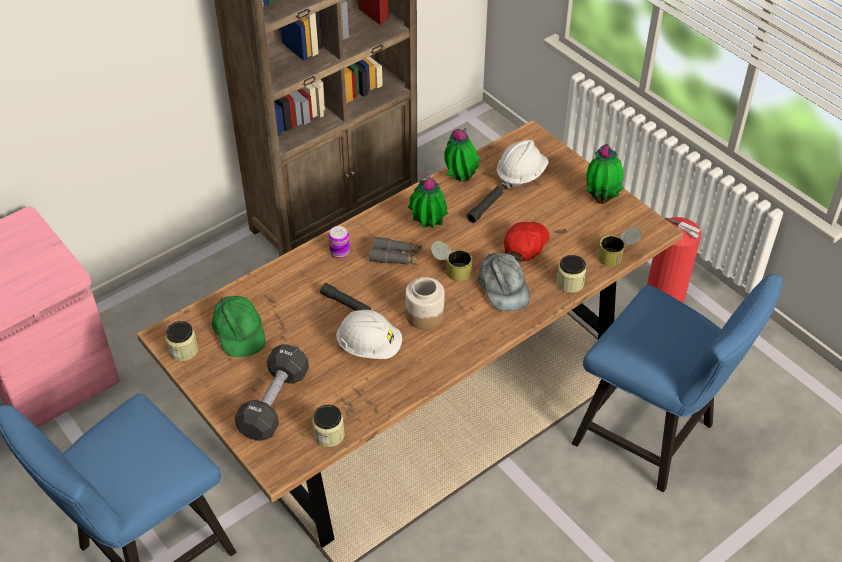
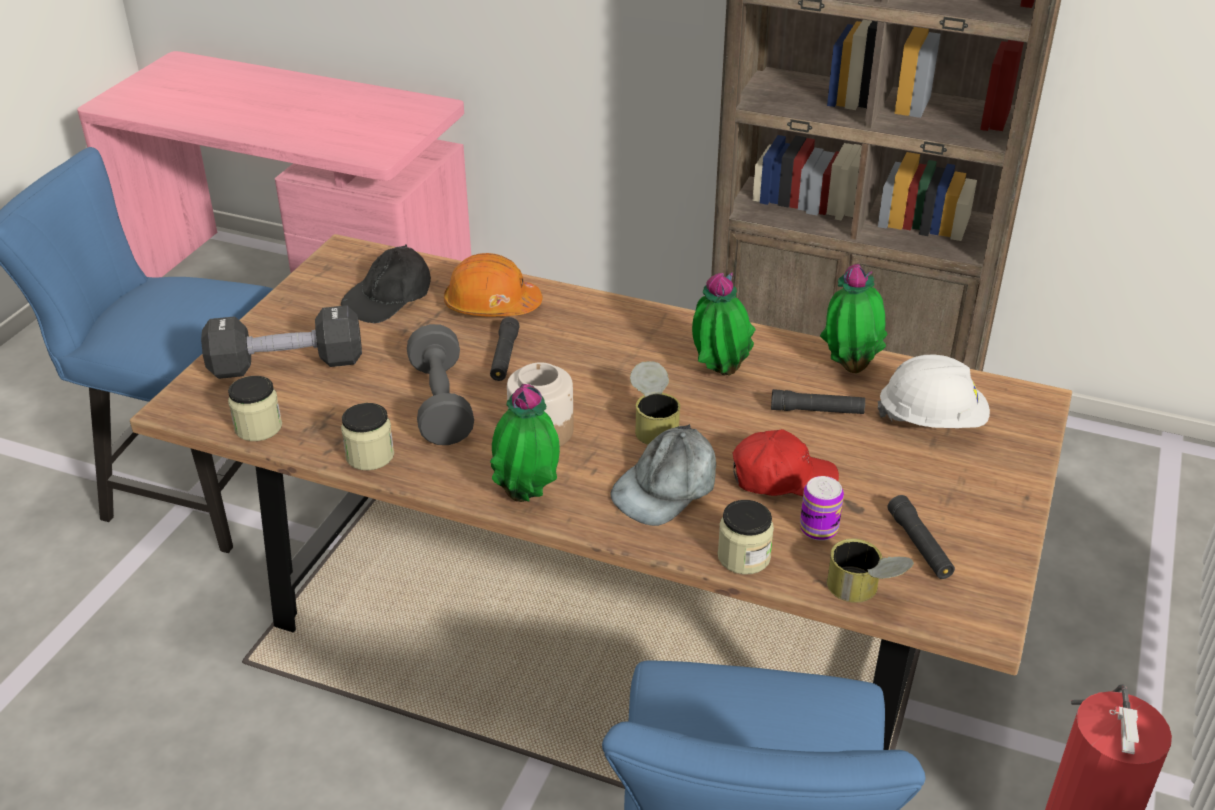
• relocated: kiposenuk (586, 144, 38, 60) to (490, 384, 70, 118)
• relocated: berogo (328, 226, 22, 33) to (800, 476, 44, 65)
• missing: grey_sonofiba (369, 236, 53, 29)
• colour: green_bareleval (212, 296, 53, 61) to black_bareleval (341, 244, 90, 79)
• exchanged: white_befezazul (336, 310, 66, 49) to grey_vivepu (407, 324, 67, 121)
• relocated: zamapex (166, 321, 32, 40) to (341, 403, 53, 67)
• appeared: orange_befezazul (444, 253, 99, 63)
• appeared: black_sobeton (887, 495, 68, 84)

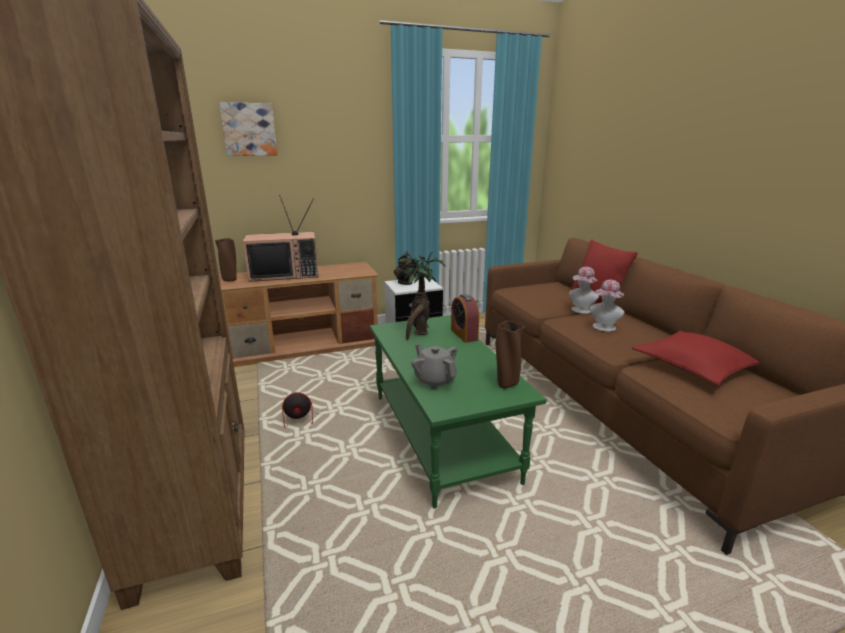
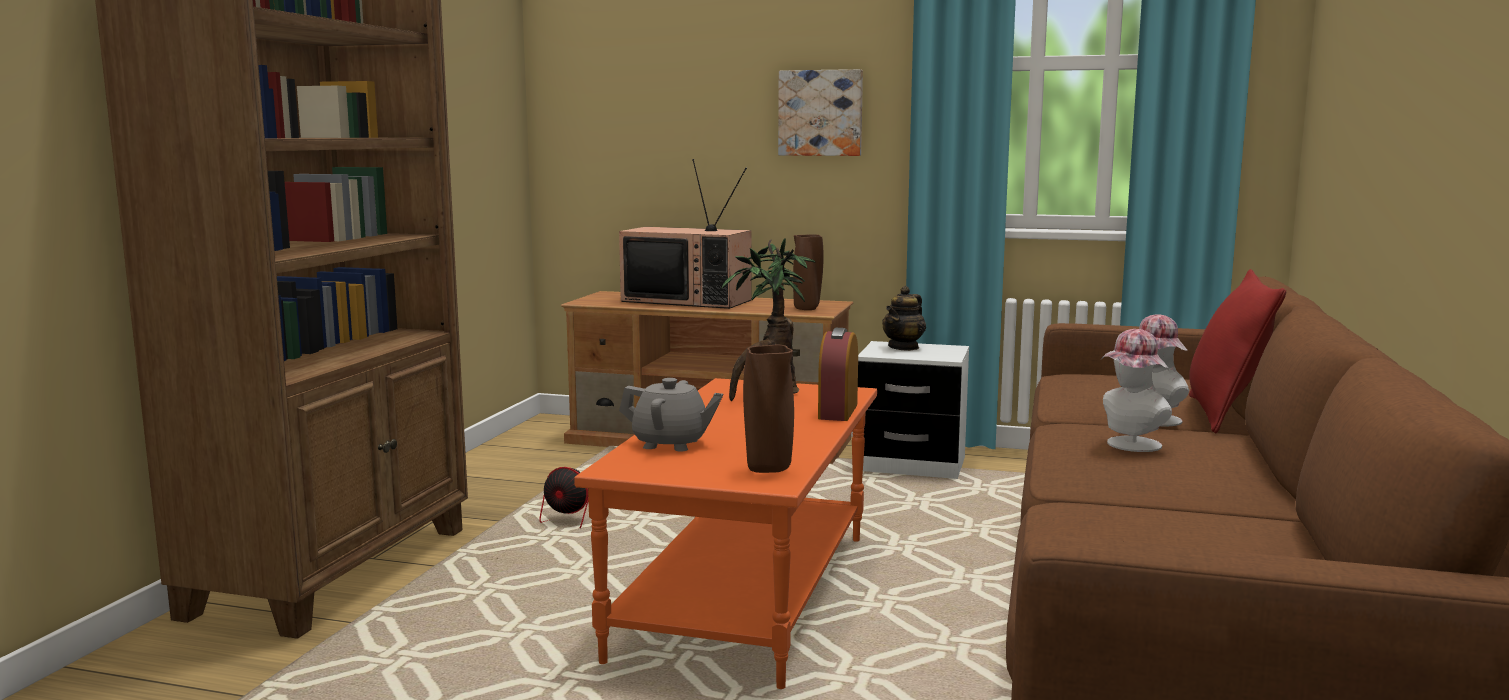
• relocated: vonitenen (219, 102, 59, 54) to (778, 69, 85, 87)
• relocated: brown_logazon (215, 238, 22, 43) to (793, 234, 31, 76)
• colour: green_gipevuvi (370, 315, 177, 194) to orange_gipevuvi (574, 378, 303, 311)
• missing: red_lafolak (632, 331, 127, 54)
• spun: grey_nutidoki (412, 344, 45, 45) = (619, 378, 104, 74) 105 degrees clockwise

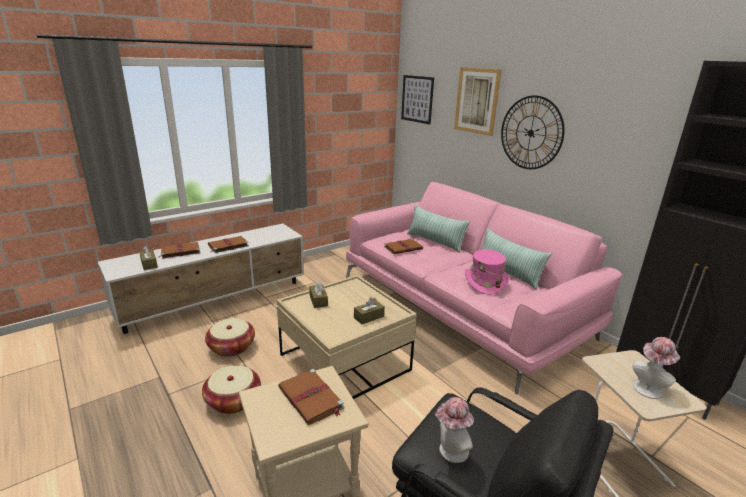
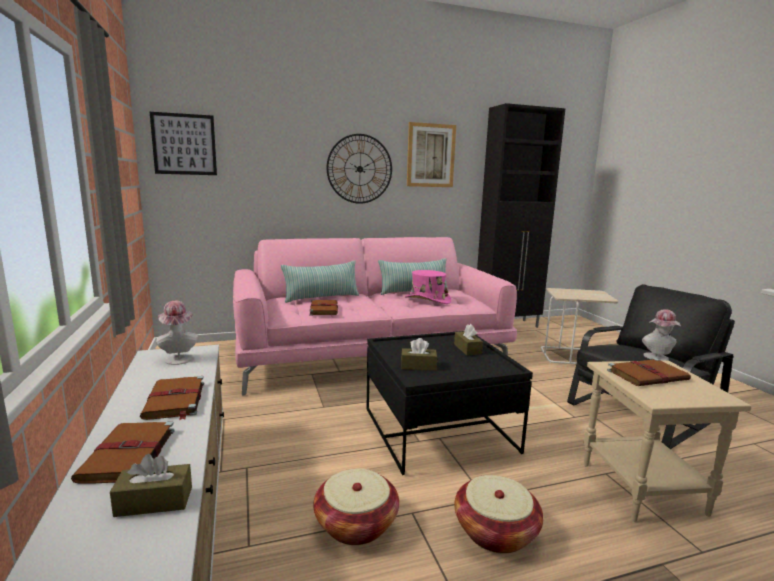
• relocated: vonitenen (454, 67, 48, 69) to (407, 122, 49, 65)
• colour: beige_gipevuvi (276, 275, 141, 124) to black_gipevuvi (366, 331, 167, 144)
• relocated: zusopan (633, 337, 47, 62) to (156, 300, 42, 65)

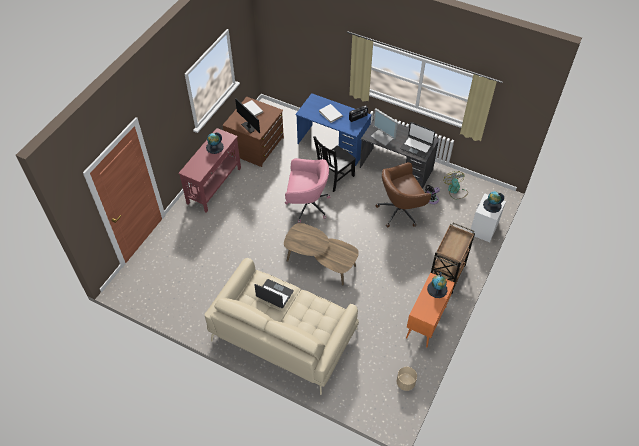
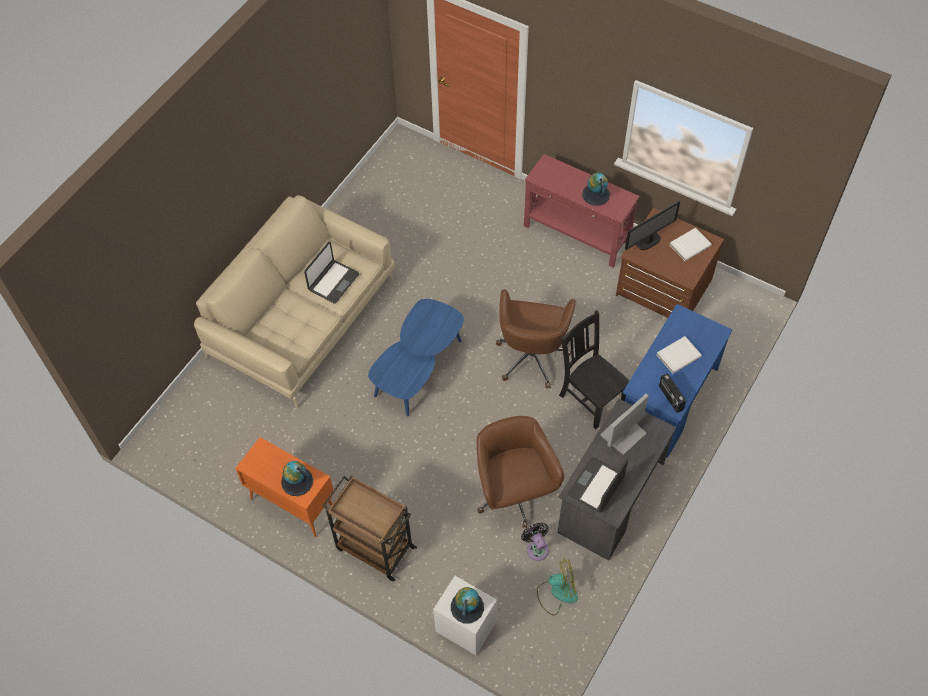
• colour: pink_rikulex (285, 158, 45, 65) to brown_rikulex (496, 289, 80, 100)
• colour: brown_gipevuvi (284, 223, 75, 62) to blue_gipevuvi (368, 299, 96, 117)
• missing: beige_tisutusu (397, 367, 20, 24)

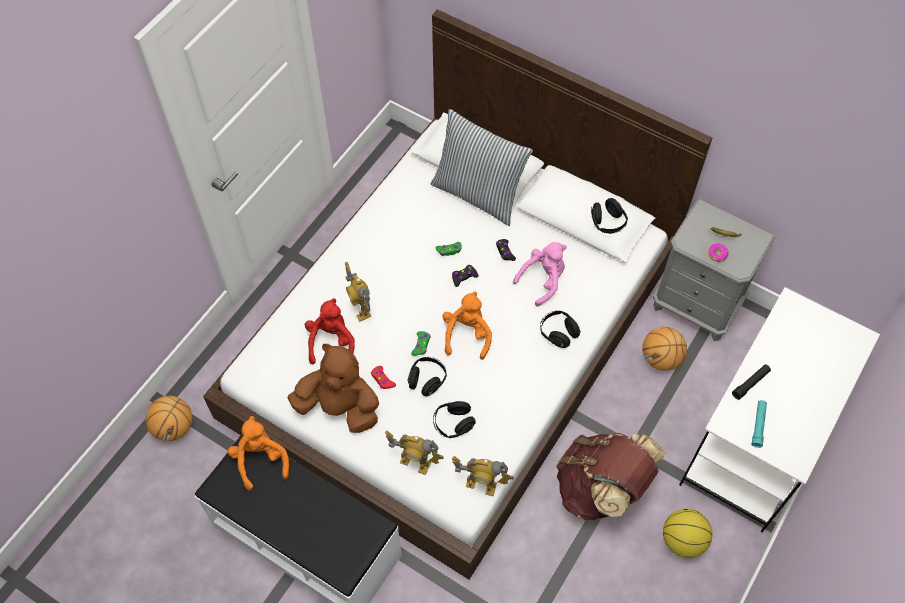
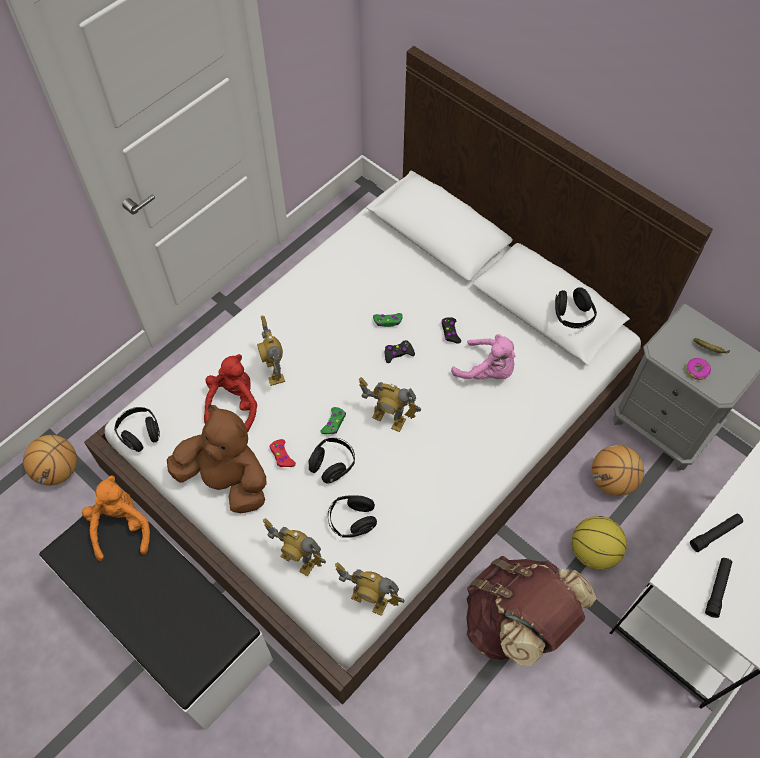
• missing: lafolak (431, 109, 102, 117)
• spun: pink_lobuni (513, 242, 54, 64) = (451, 334, 64, 45) 60 degrees clockwise
• exchanged: orange_lobuni (442, 291, 50, 69) to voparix (359, 377, 62, 55)
• relocated: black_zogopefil (540, 311, 41, 37) to (114, 407, 46, 45)
• colour: turquoise_sobeton (752, 400, 15, 48) to black_sobeton (705, 558, 27, 60)
• relocated: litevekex (663, 509, 49, 49) to (572, 516, 55, 54)

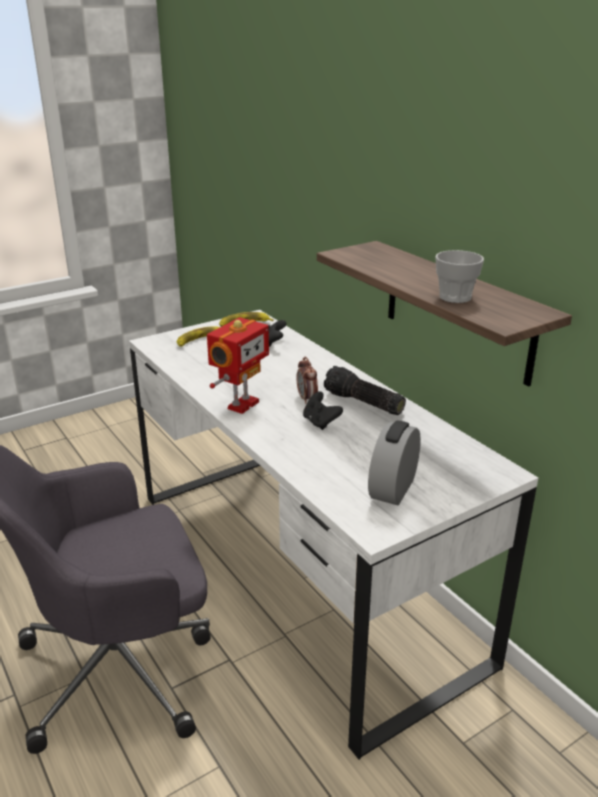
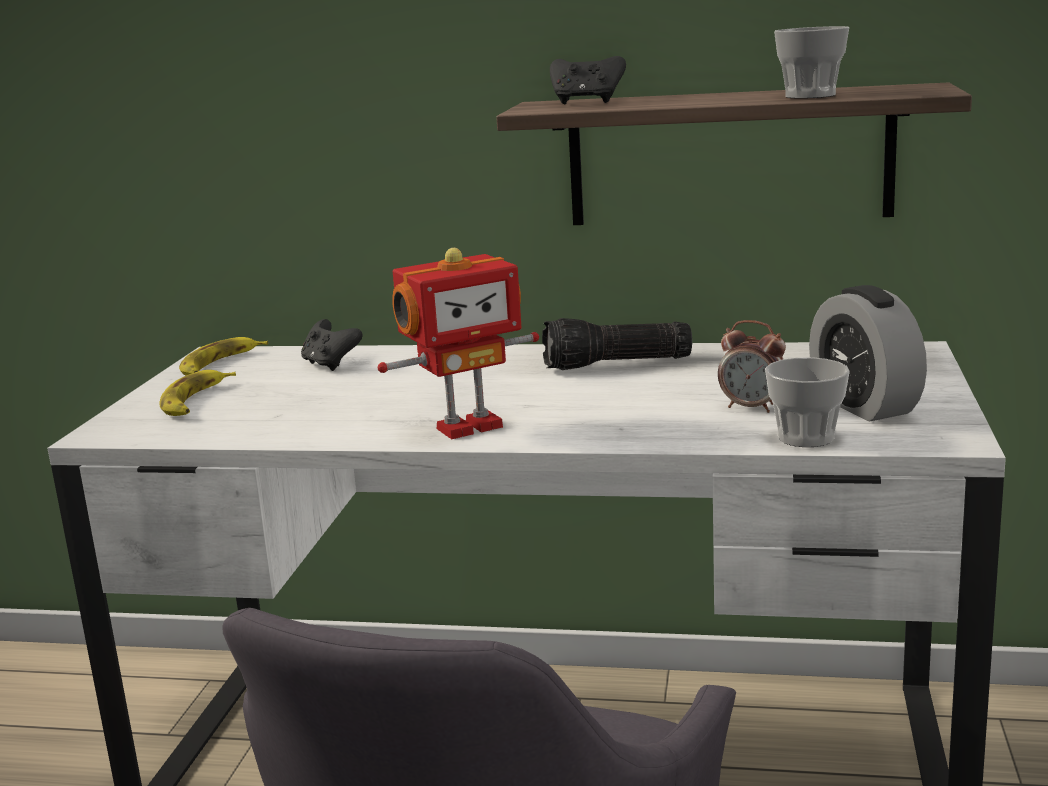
• spun: voparix (207, 317, 62, 97) = (377, 248, 162, 191) 75 degrees clockwise
• relocated: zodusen (296, 357, 22, 47) to (718, 320, 68, 93)
• relocated: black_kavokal (303, 392, 40, 38) to (550, 56, 76, 48)
• appeared: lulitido (765, 357, 85, 90)

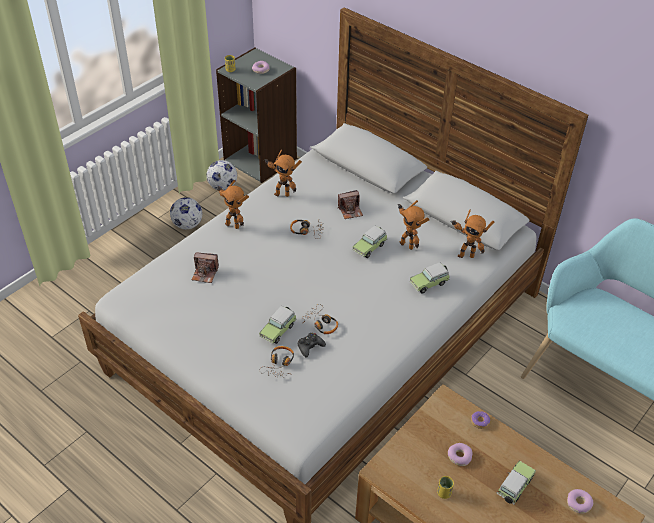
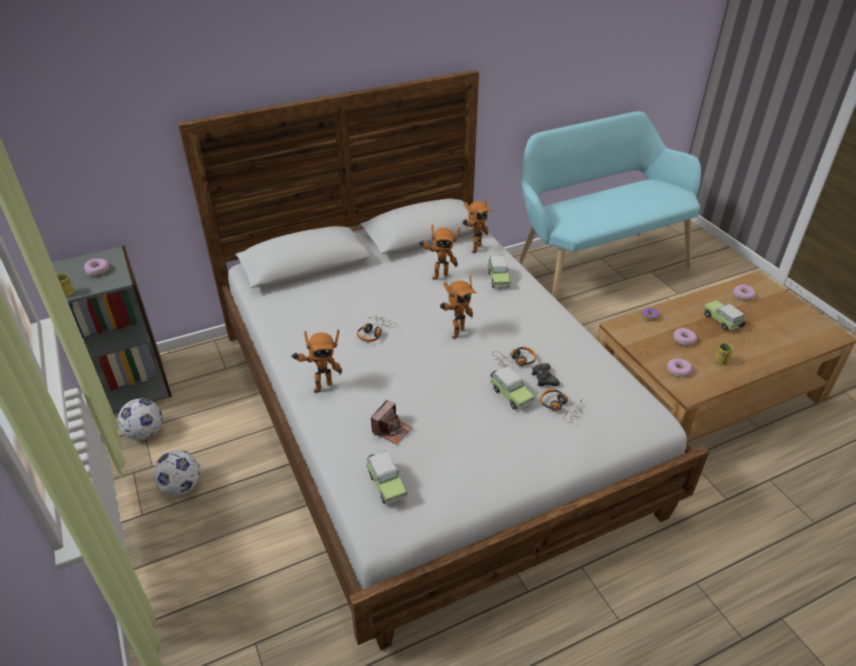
• relocated: voparix (264, 149, 38, 48) to (440, 275, 36, 64)
• missing: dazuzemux (338, 190, 25, 29)
• relocated: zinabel (353, 225, 34, 33) to (366, 451, 41, 54)
• appeared: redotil (667, 358, 25, 19)

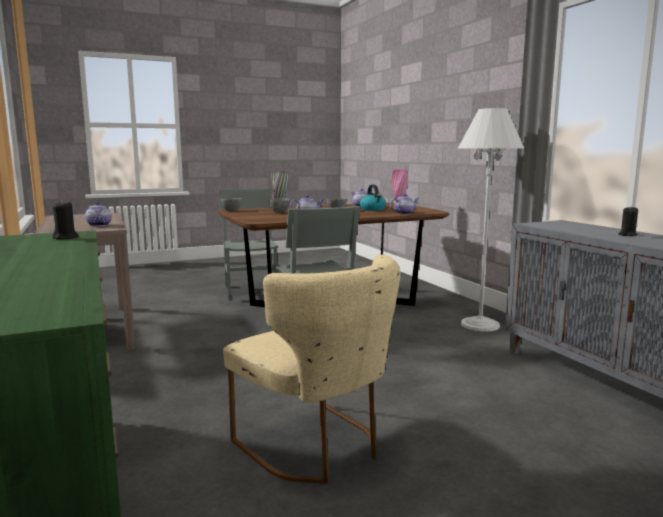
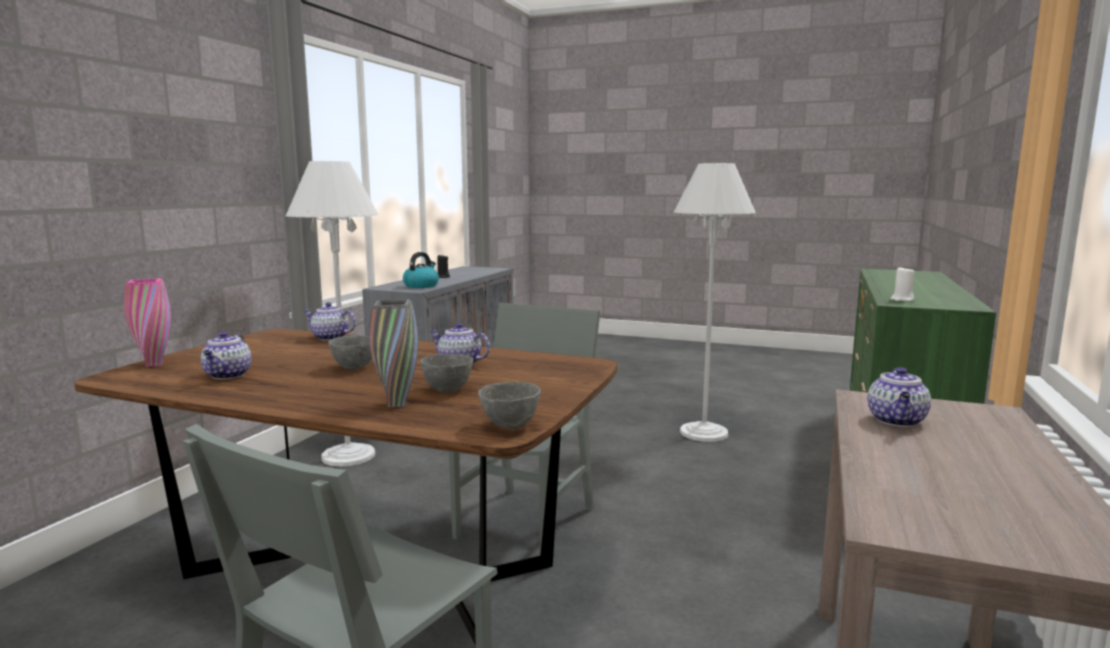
• relocated: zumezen (360, 184, 26, 27) to (403, 252, 36, 36)
• colour: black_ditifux (52, 200, 27, 39) to white_ditifux (891, 266, 24, 35)
• exchanged: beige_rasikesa (223, 254, 177, 230) to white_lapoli (674, 163, 82, 279)

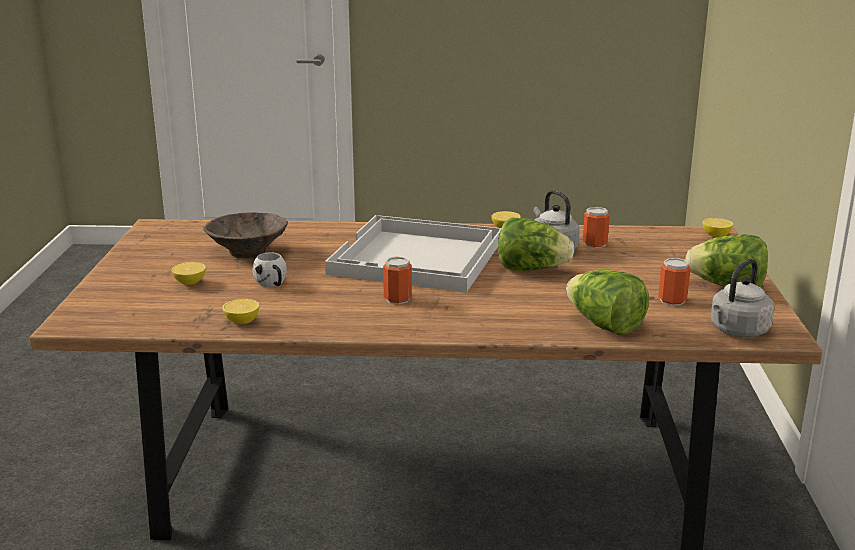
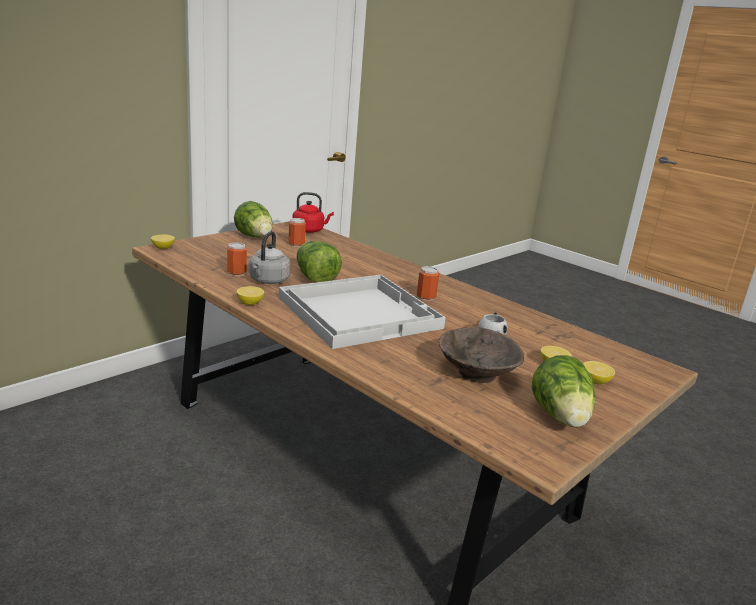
• colour: grey_zumezen (710, 259, 64, 78) to red_zumezen (292, 192, 42, 41)
• relocated: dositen (566, 270, 83, 66) to (532, 355, 63, 72)
• relocated: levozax (222, 299, 38, 25) to (583, 361, 32, 24)

